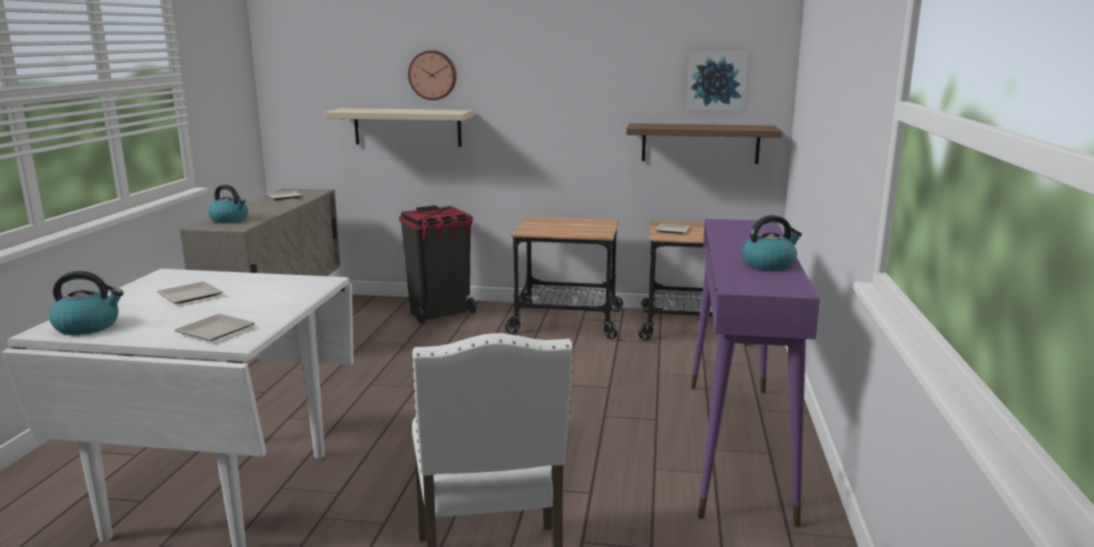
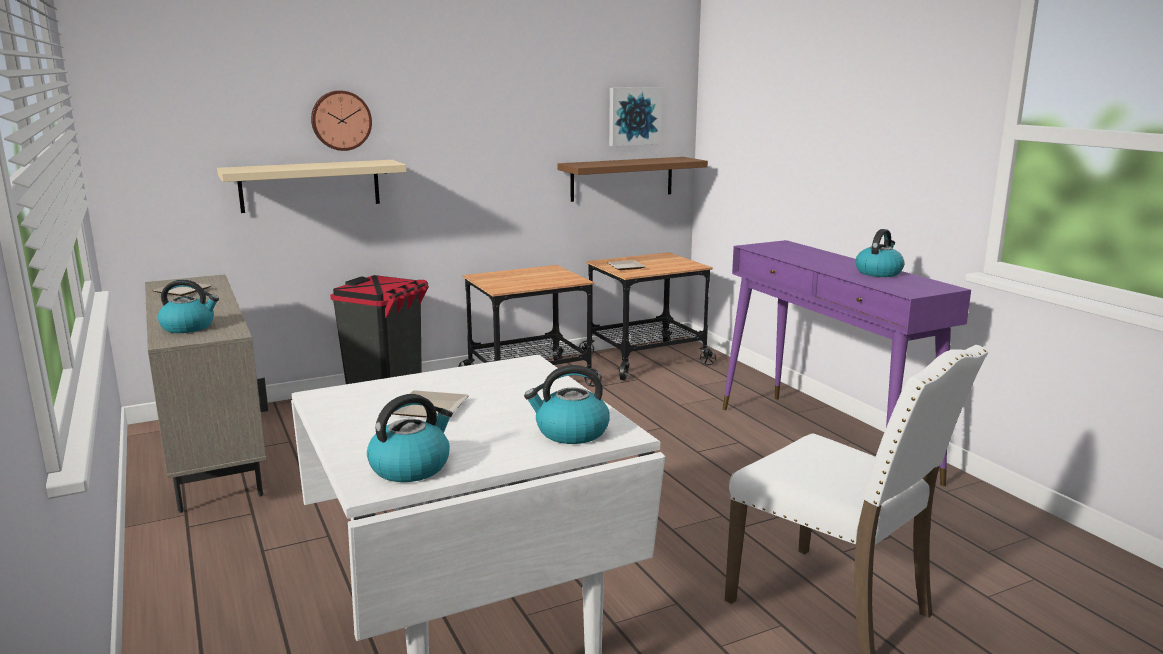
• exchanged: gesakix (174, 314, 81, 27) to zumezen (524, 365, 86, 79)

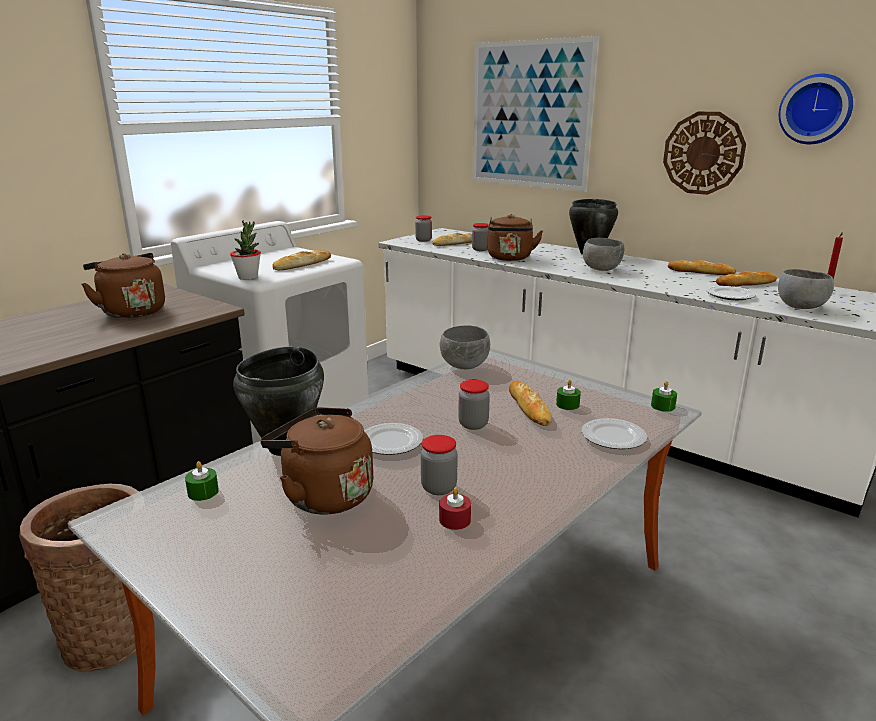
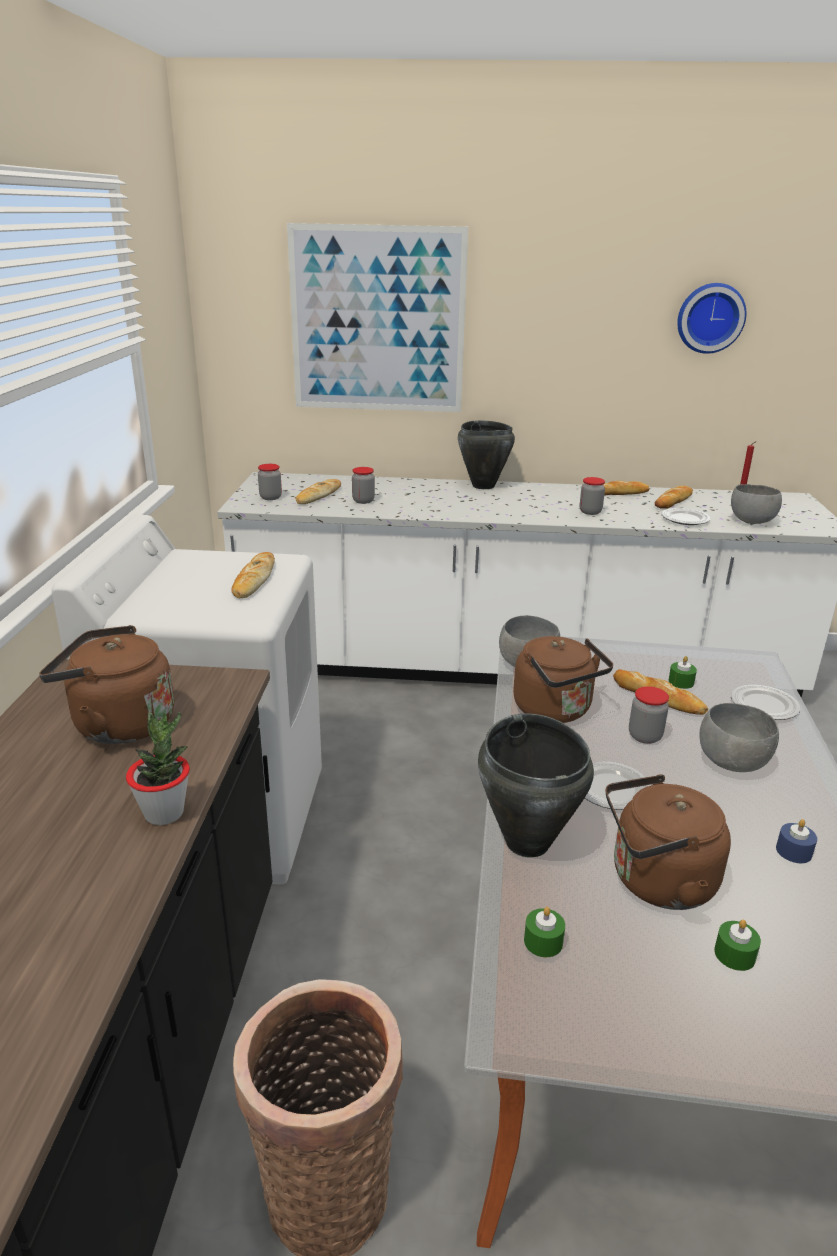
• missing: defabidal (663, 112, 83, 83)
• relocated: brown_zumezen (488, 214, 55, 47) to (513, 636, 100, 87)
• relocated: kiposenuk (230, 221, 31, 59) to (126, 712, 64, 113)
• relocated: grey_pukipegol (583, 238, 41, 33) to (700, 703, 79, 69)
• relocated: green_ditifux (651, 381, 26, 31) to (714, 919, 47, 52)
• relocated: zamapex (421, 435, 37, 60) to (580, 477, 25, 38)
• colour: red_ditifux (439, 487, 32, 43) to blue_ditifux (776, 819, 41, 44)

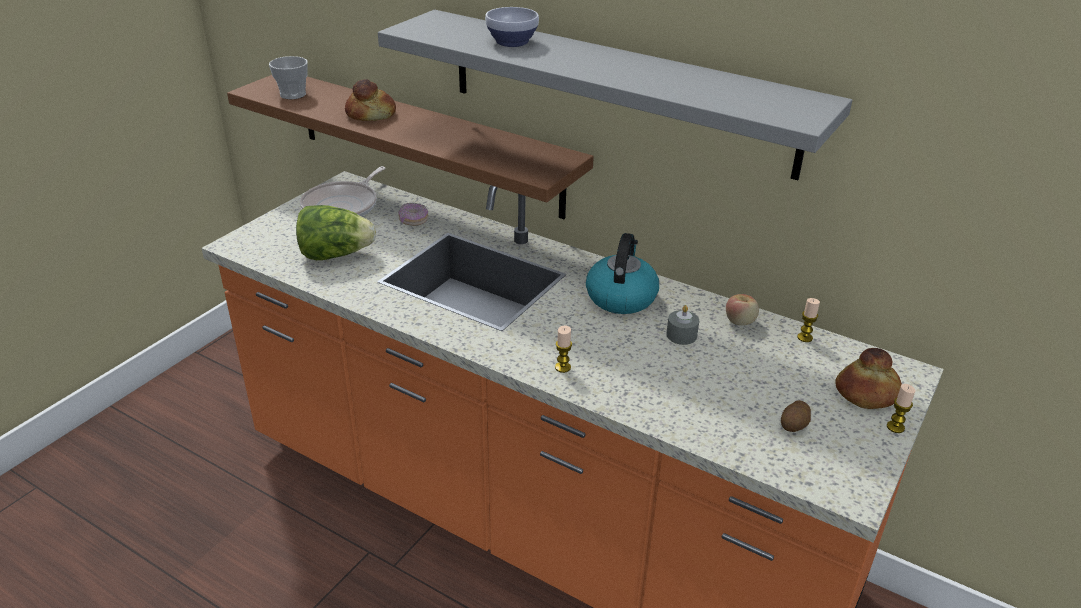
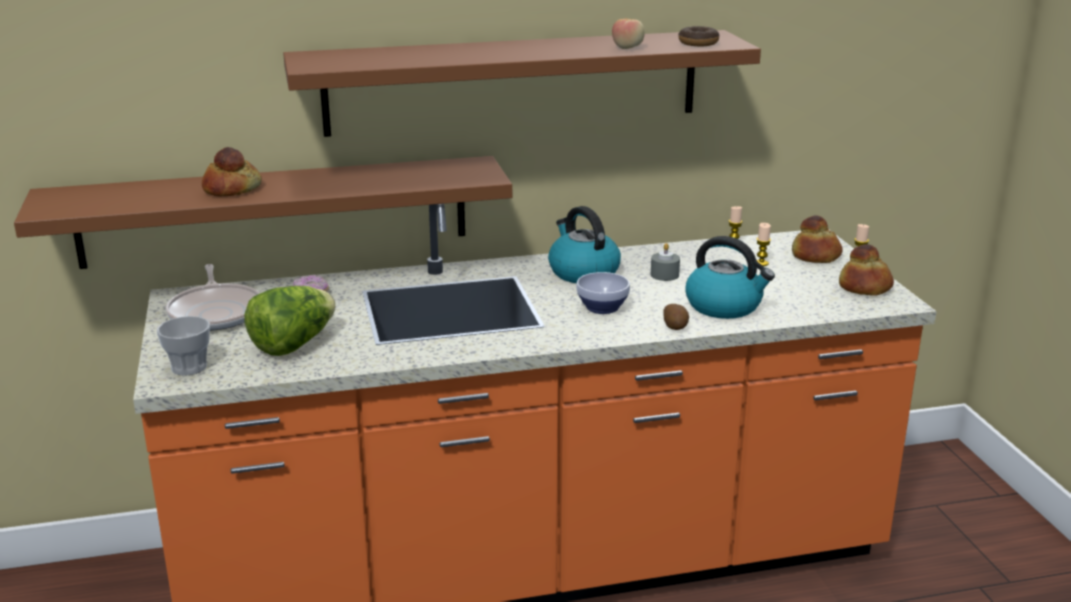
• relocated: pukipegol (485, 7, 54, 40) to (576, 272, 54, 42)
• colour: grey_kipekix (378, 10, 474, 170) to brown_kipekix (283, 30, 478, 107)
• relocated: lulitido (269, 56, 39, 43) to (157, 316, 53, 60)
• relocated: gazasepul (726, 294, 33, 31) to (612, 19, 33, 30)
• relocated: ditifux (555, 325, 17, 48) to (757, 223, 14, 43)
• relocated: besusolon (781, 400, 30, 32) to (663, 304, 26, 26)
• appeared: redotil (678, 26, 41, 20)
• appeared: zumezen (685, 236, 90, 83)
• appeared: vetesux (839, 244, 55, 52)

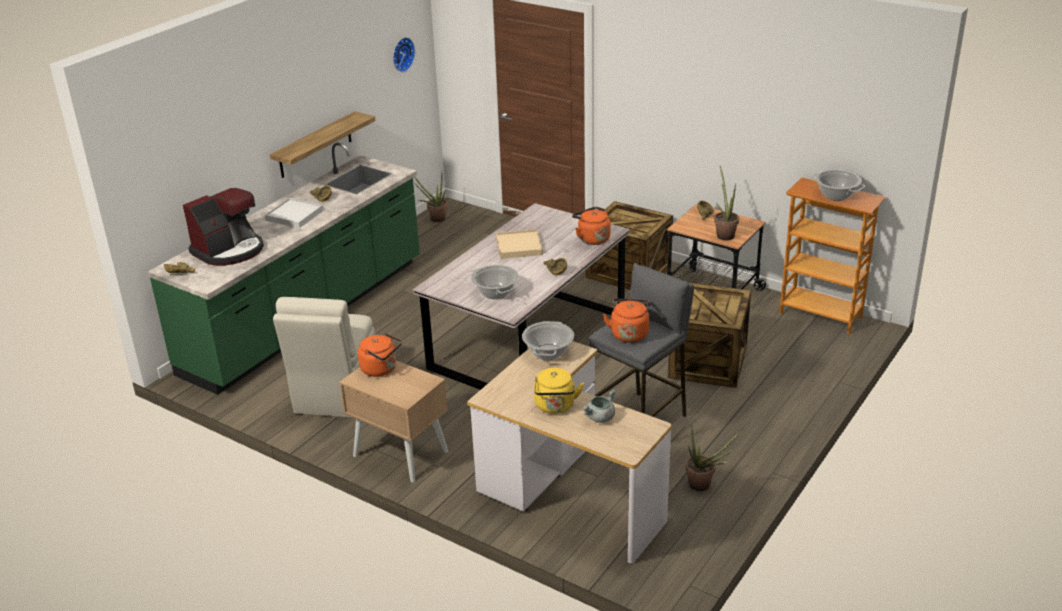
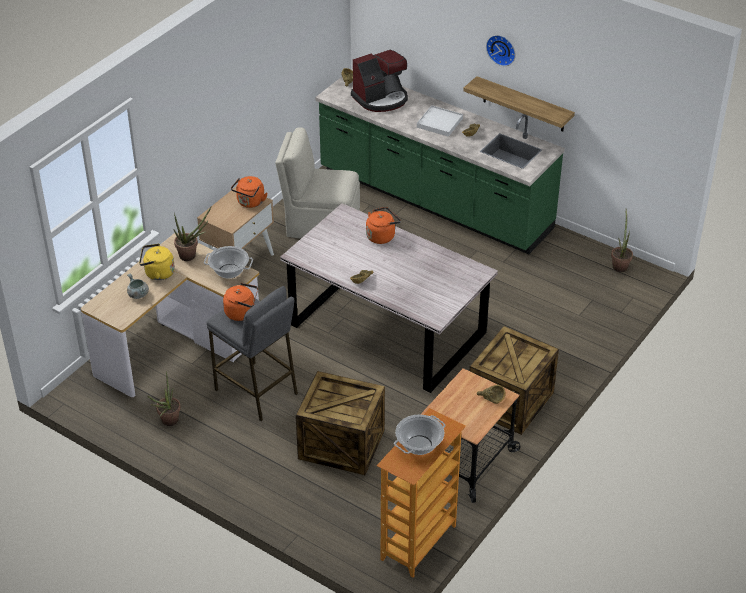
• relocated: defabidal (393, 37, 22, 35) to (486, 35, 29, 31)
• relocated: kiposenuk (714, 166, 25, 74) to (173, 207, 38, 54)
• spun: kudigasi (183, 188, 81, 78) = (351, 50, 57, 62) 75 degrees counterclockwise
• relocated: orange_zumezen (572, 207, 39, 38) to (366, 207, 35, 37)
• missing: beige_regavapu (496, 229, 47, 30)
• missing: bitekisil (471, 265, 48, 34)

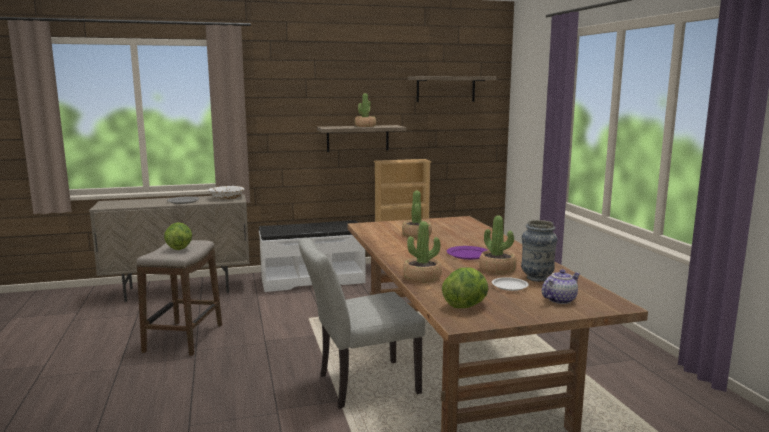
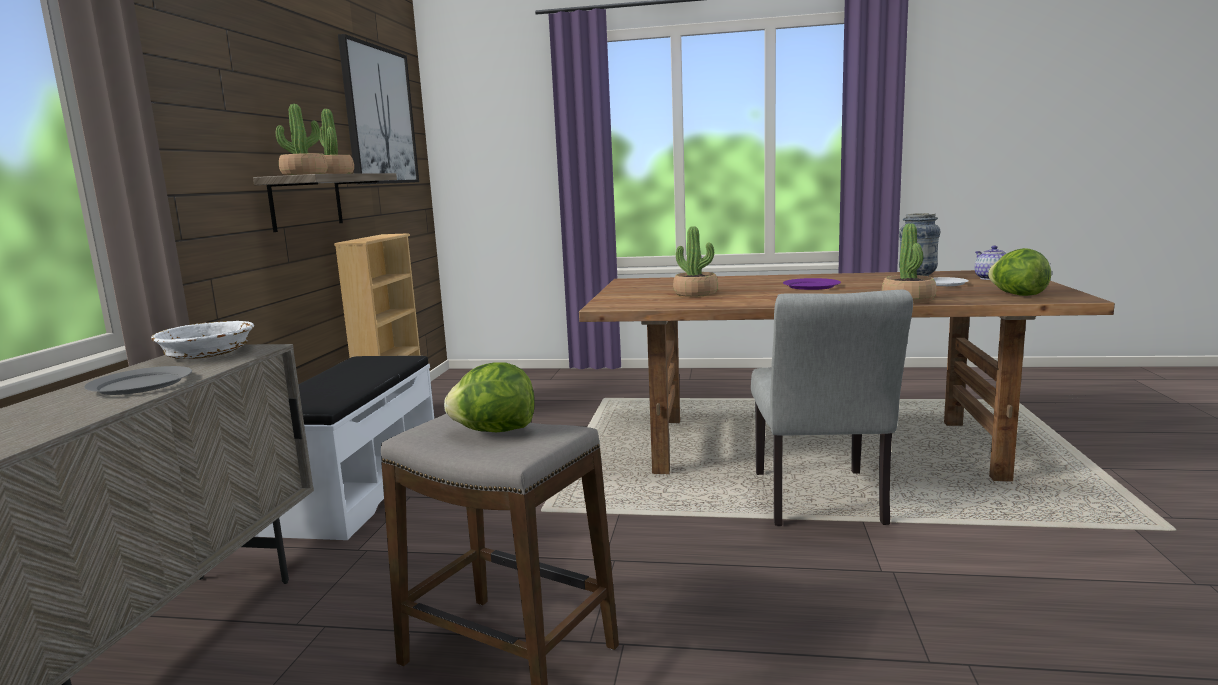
• exchanged: kipekix (408, 76, 88, 26) to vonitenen (338, 34, 81, 151)
• relocated: kiposenuk (479, 216, 38, 58) to (276, 104, 52, 71)

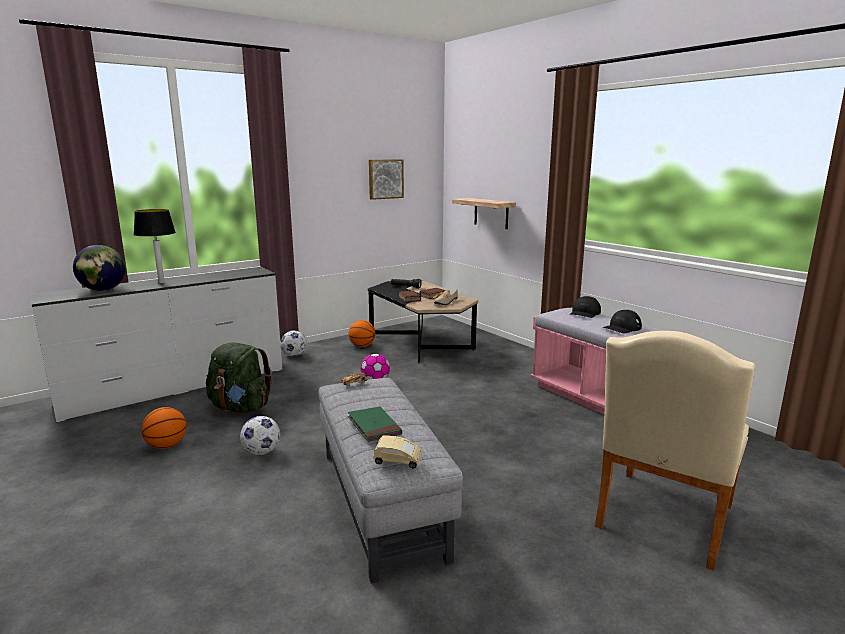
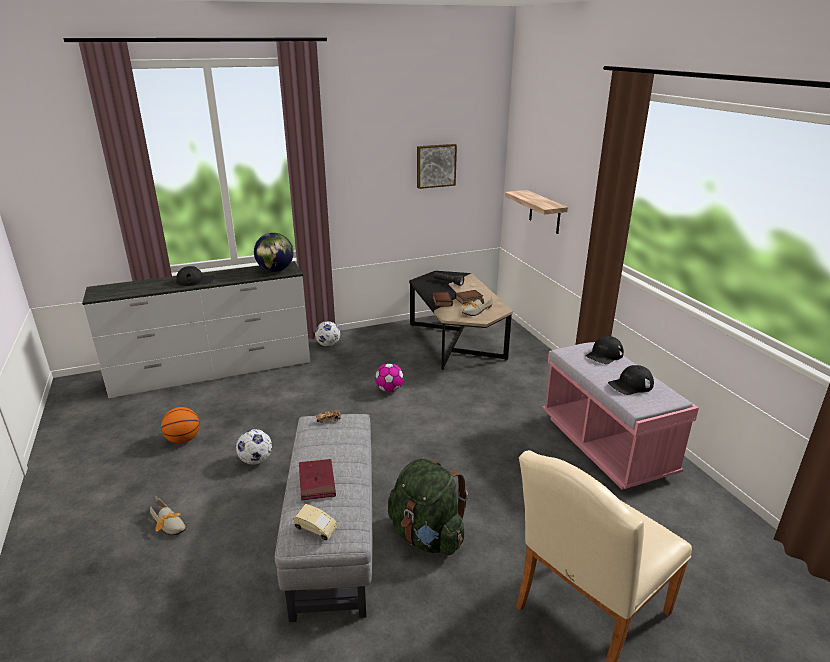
• exchanged: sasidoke (134, 209, 42, 75) to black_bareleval (176, 266, 39, 20)
• relocated: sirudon (73, 245, 53, 46) to (254, 233, 40, 39)
• missing: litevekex (349, 320, 27, 27)
• relocated: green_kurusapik (206, 342, 66, 71) to (388, 459, 80, 96)
• colour: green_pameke (348, 406, 54, 36) to red_pameke (299, 459, 37, 42)
• appeared: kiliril (150, 496, 36, 40)

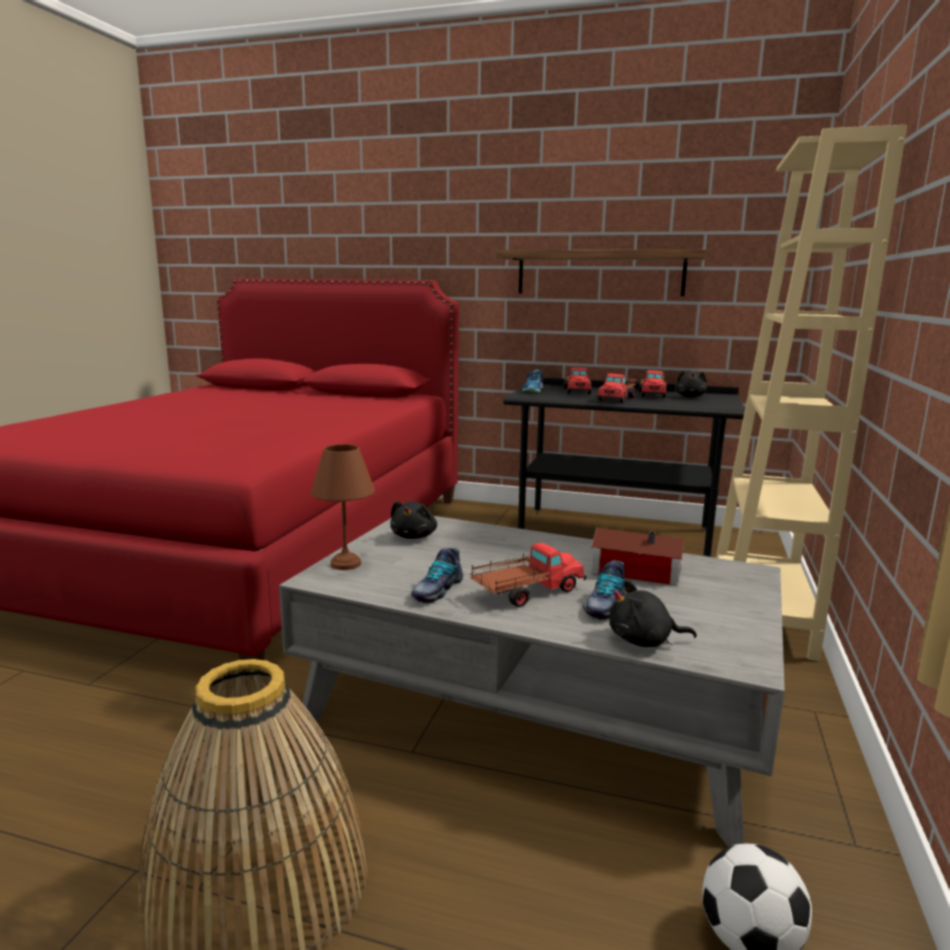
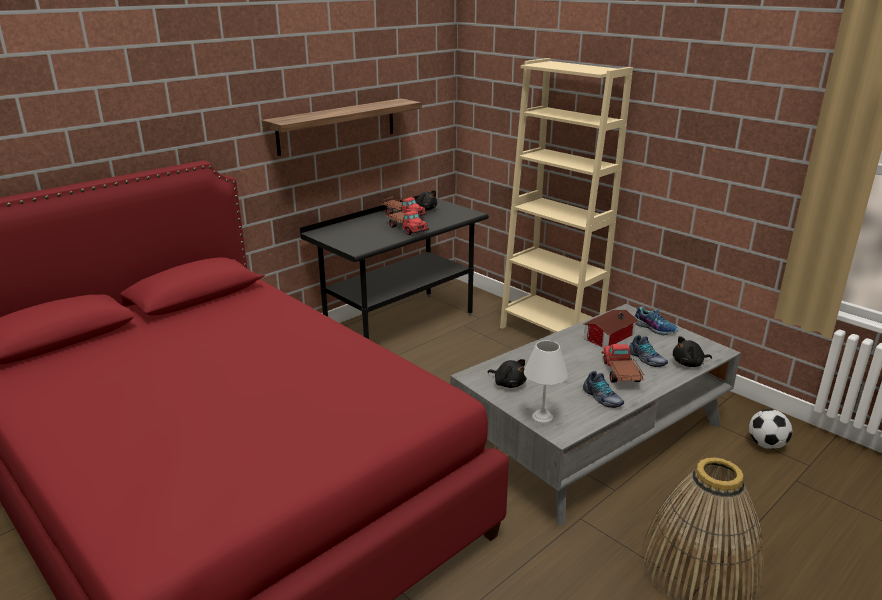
• missing: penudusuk (563, 367, 29, 27)
• relocated: kiliril (522, 370, 22, 23) to (634, 306, 44, 29)
• colour: brown_sasidoke (311, 444, 64, 126) to white_sasidoke (524, 340, 44, 85)
• spun: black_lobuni (609, 580, 88, 67) = (673, 336, 39, 31) 45 degrees clockwise

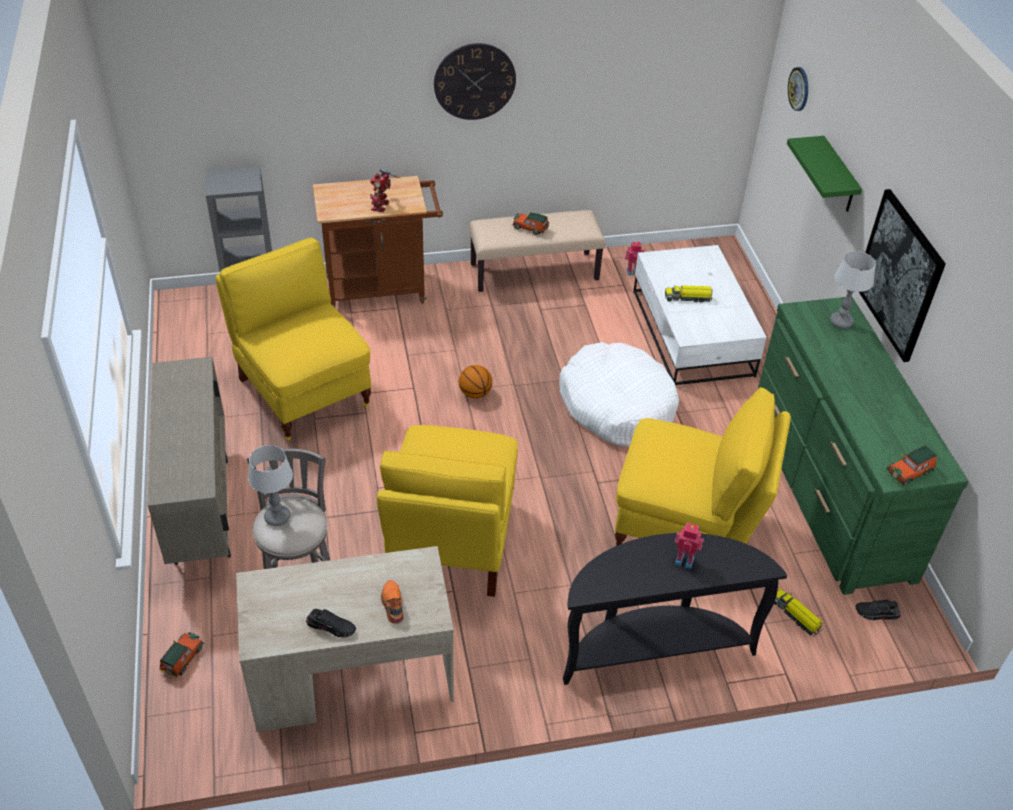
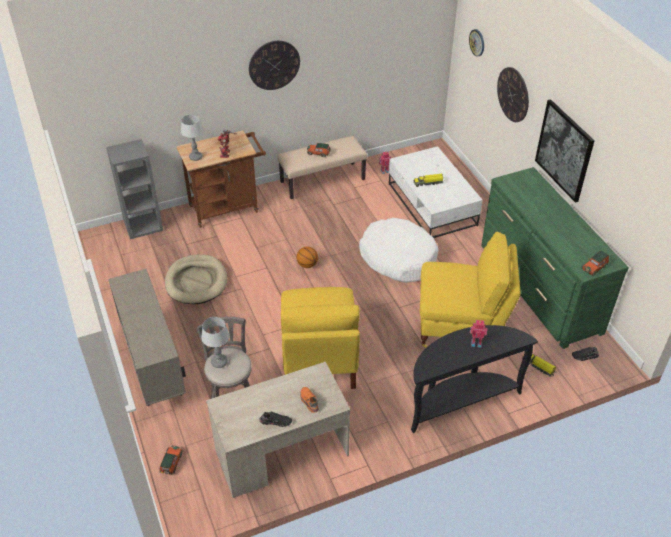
• exchanged: green_kipekix (787, 136, 75, 76) to defabidal (497, 67, 32, 55)
• exchanged: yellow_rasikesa (215, 238, 157, 202) to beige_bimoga (165, 254, 62, 50)
• relocated: sasidoke (830, 251, 46, 78) to (181, 115, 22, 46)

